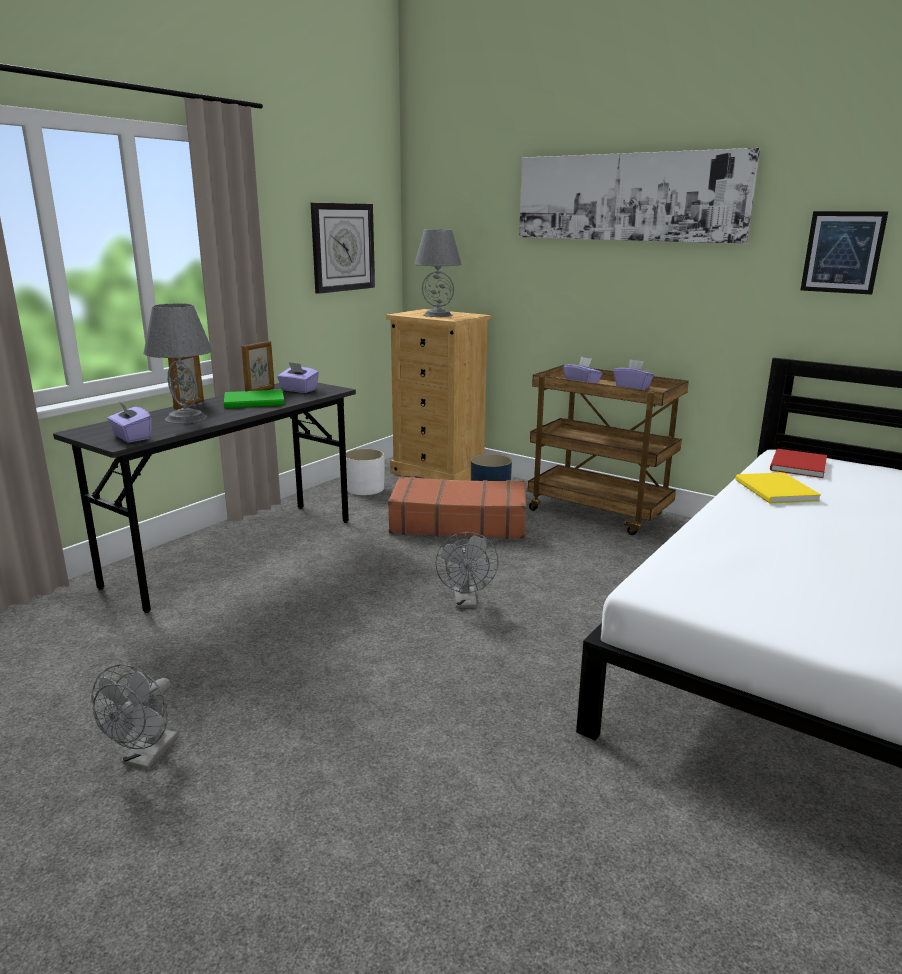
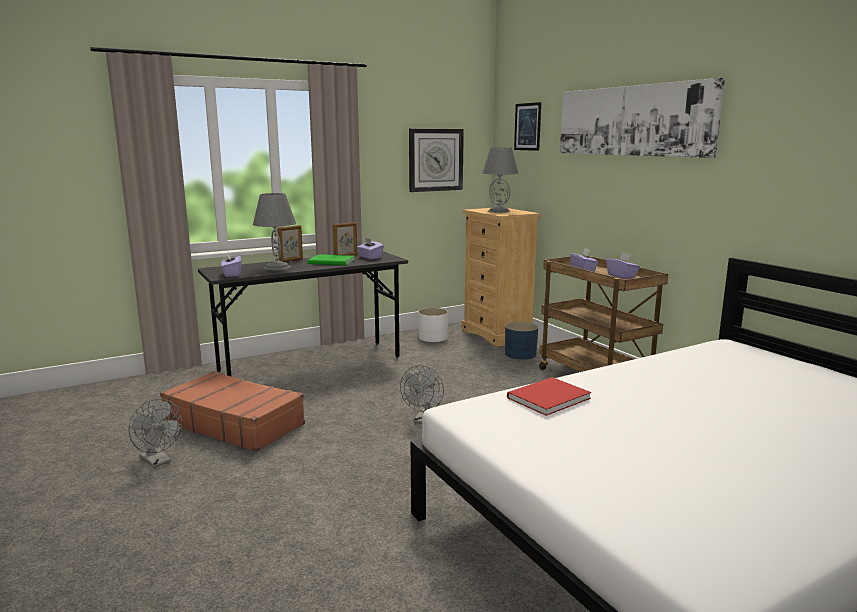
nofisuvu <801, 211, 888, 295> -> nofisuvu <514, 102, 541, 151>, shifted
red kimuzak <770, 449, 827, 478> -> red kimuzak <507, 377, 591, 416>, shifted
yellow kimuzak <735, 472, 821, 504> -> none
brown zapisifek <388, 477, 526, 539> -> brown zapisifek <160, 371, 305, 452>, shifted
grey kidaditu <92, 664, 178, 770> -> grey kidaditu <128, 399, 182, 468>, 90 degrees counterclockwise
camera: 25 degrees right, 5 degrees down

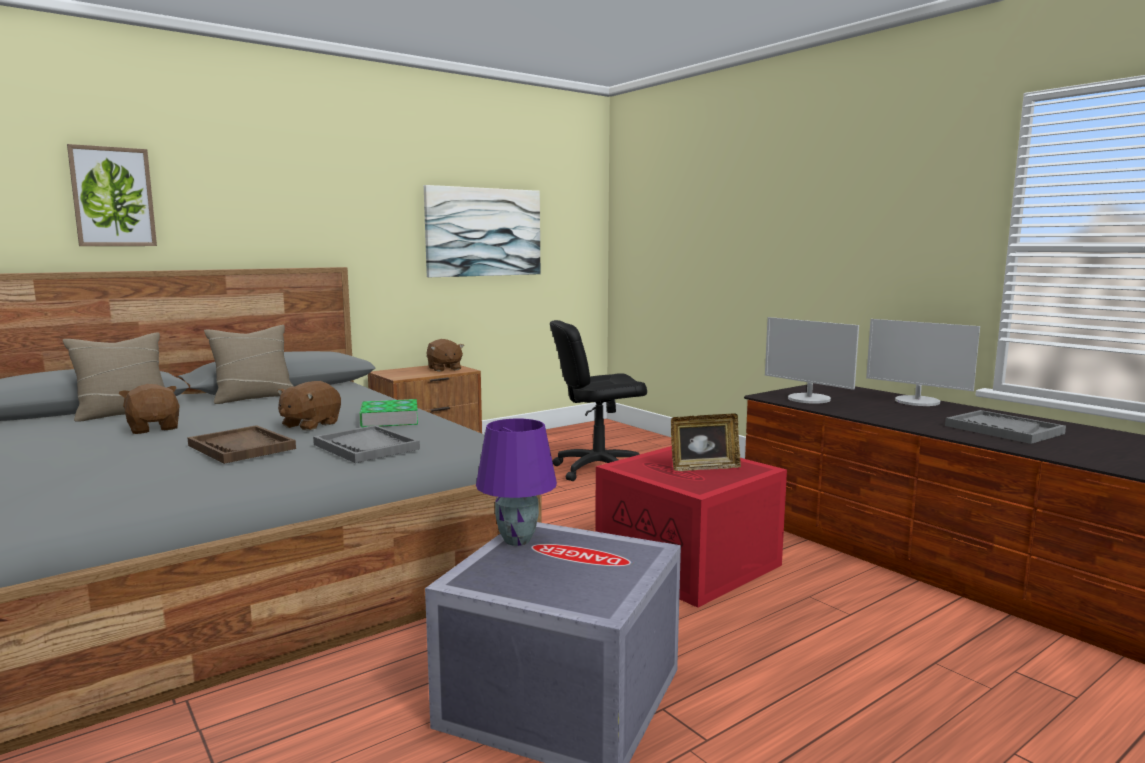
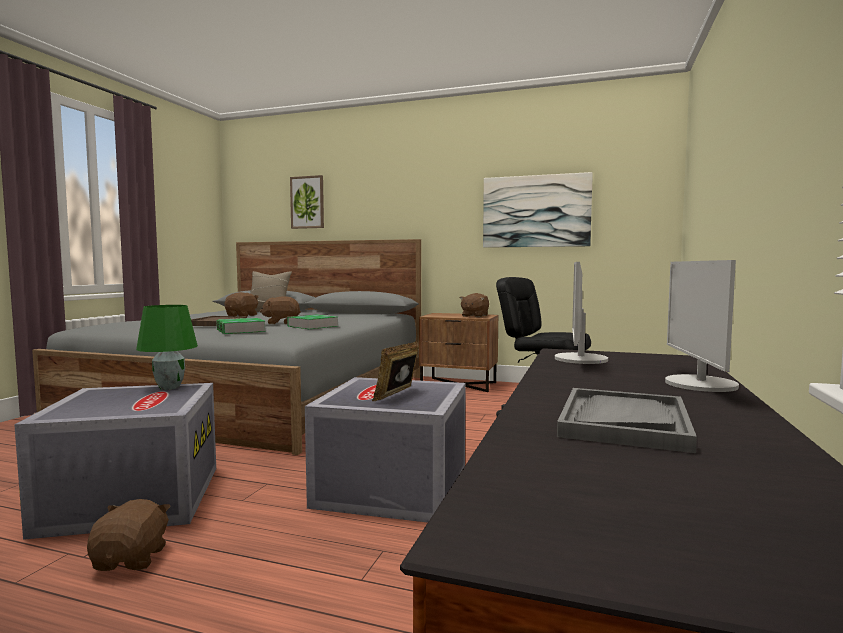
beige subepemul <204, 325, 294, 404> -> none
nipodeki <671, 414, 741, 471> -> nipodeki <372, 341, 419, 401>, 75 degrees clockwise
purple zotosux <476, 419, 557, 546> -> green zotosux <136, 305, 198, 390>
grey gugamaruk <313, 425, 420, 463> -> kimuzak <216, 318, 266, 334>
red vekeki <595, 446, 787, 608> -> grey vekeki <305, 377, 466, 523>
none -> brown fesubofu <87, 499, 171, 571>
camera: 55 degrees right, 5 degrees down

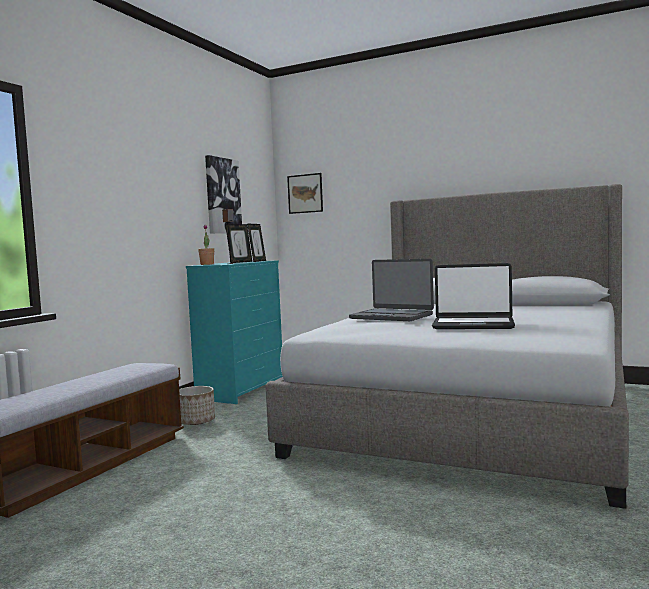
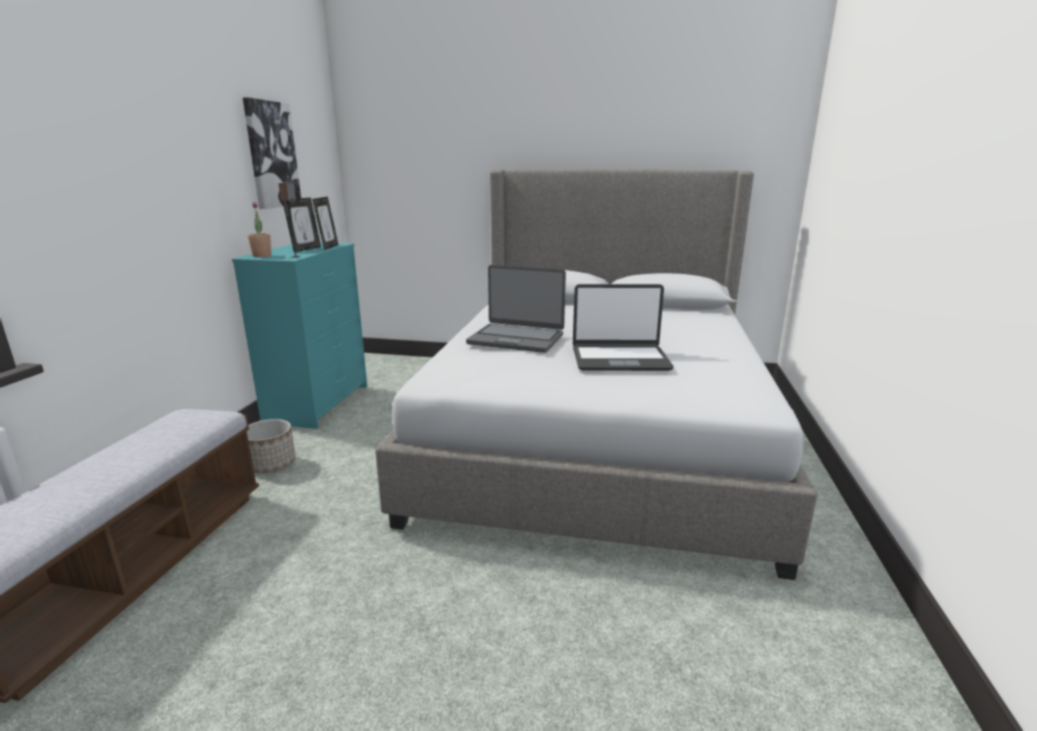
nofisuvu <287, 173, 323, 214> -> none
camera: 15 degrees left, 15 degrees up

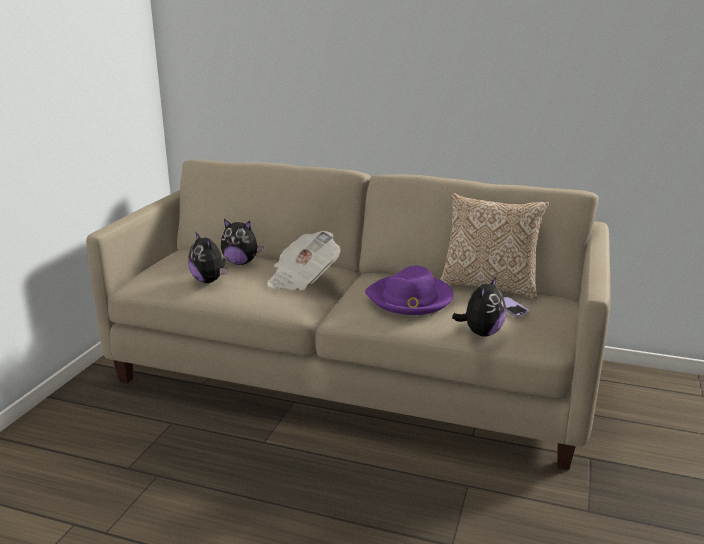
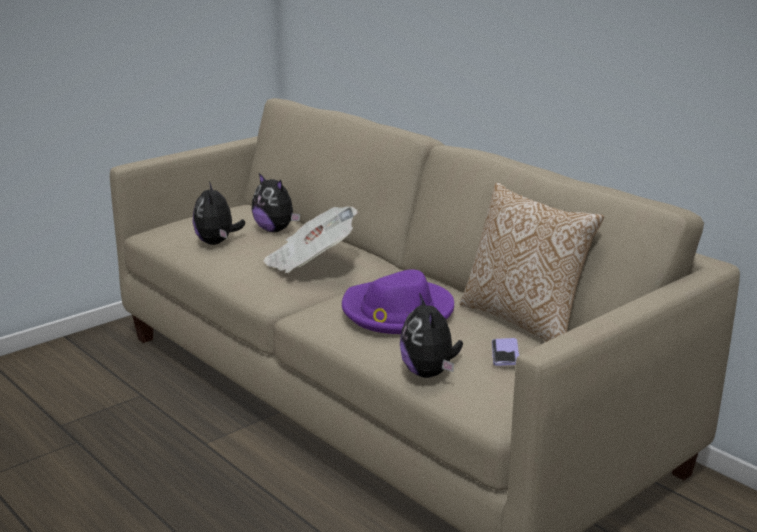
fesubofu <452, 276, 506, 337> -> fesubofu <400, 293, 463, 378>, 105 degrees clockwise
camera: 30 degrees right, 0 degrees up

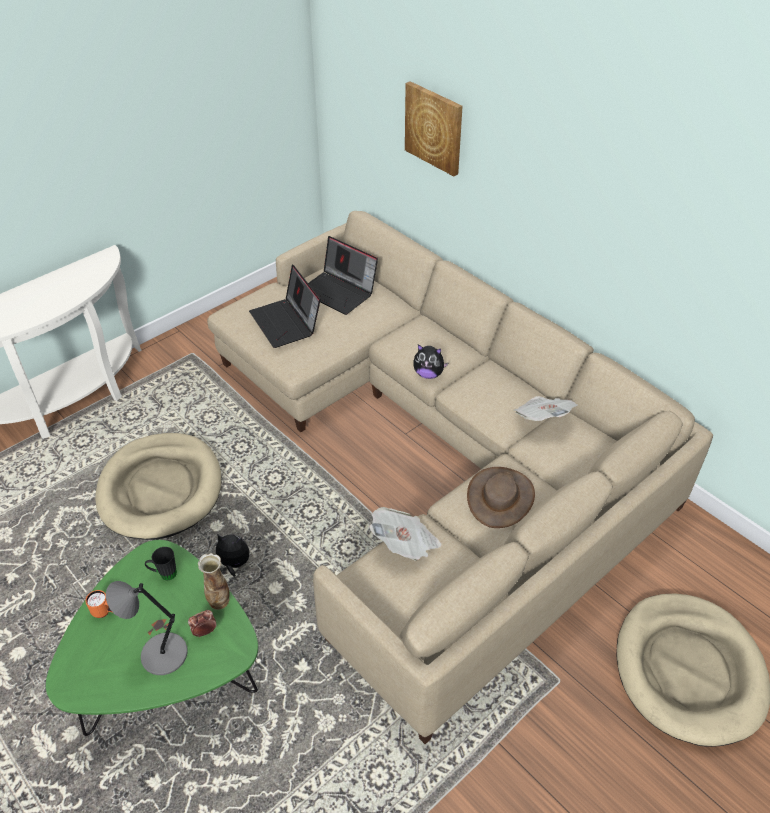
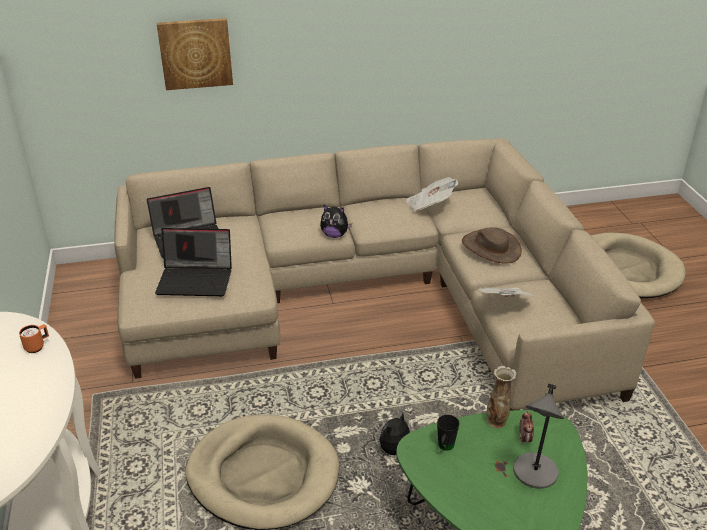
fesubofu <413, 345, 449, 379> -> fesubofu <320, 205, 352, 238>, 60 degrees clockwise
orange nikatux <85, 590, 112, 618> -> orange nikatux <19, 324, 49, 353>, shifted
camera: 60 degrees left, 10 degrees down

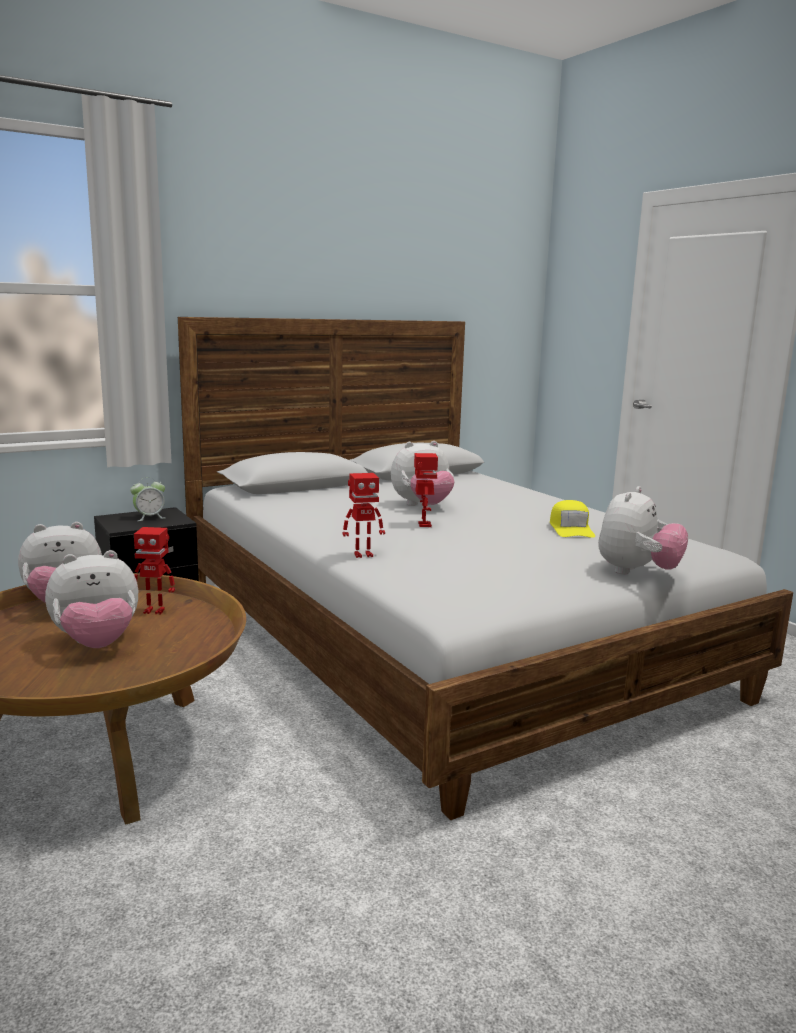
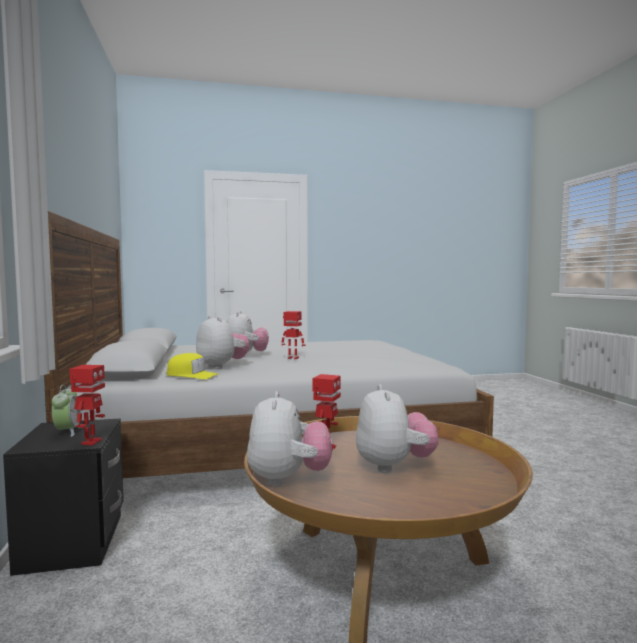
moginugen <343, 473, 385, 558> -> moginugen <69, 365, 105, 445>, shifted
fesubofu <598, 486, 688, 575> -> fesubofu <196, 315, 250, 369>, shifted
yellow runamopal <550, 500, 595, 538> -> yellow runamopal <167, 353, 219, 379>, shifted
camera: 70 degrees left, 10 degrees down

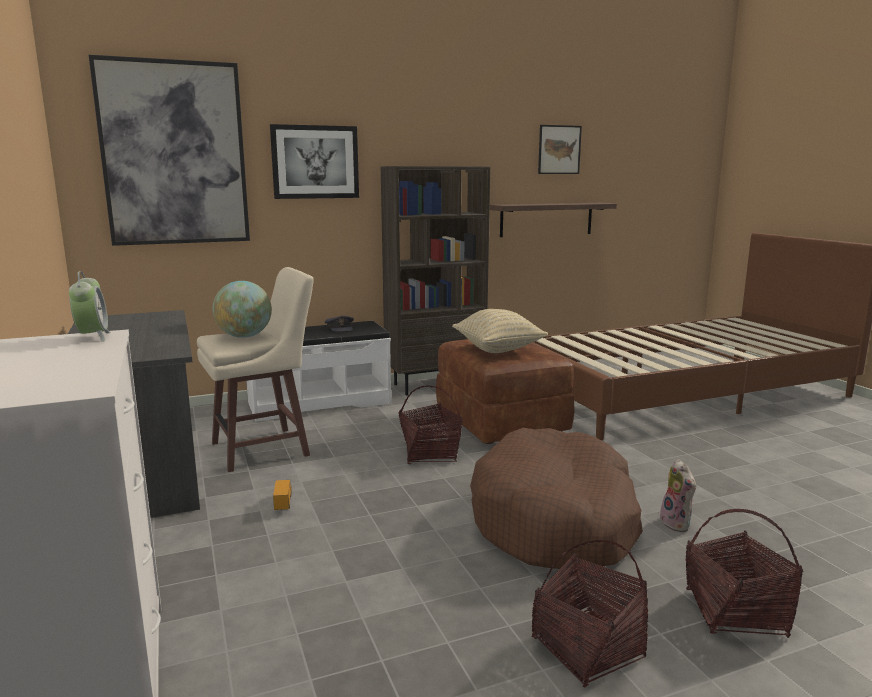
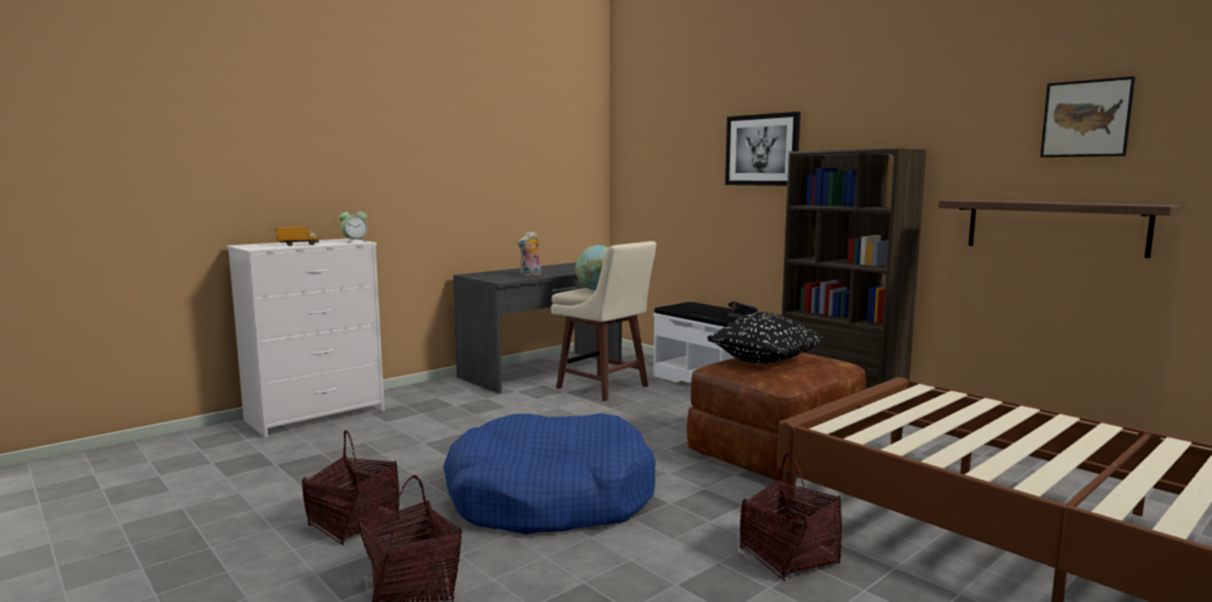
nofisuvu <88, 55, 250, 246> -> none
beige subepemul <452, 309, 548, 353> -> black subepemul <707, 312, 826, 363>
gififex <399, 386, 463, 464> -> gififex <740, 453, 842, 581>, shifted
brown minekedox <470, 428, 643, 569> -> blue minekedox <443, 413, 656, 535>
fesubofu <660, 459, 696, 532> -> fesubofu <517, 231, 541, 276>, shifted
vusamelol <273, 480, 292, 510> -> vusamelol <275, 227, 319, 246>, shifted
camera: 70 degrees right, 5 degrees down

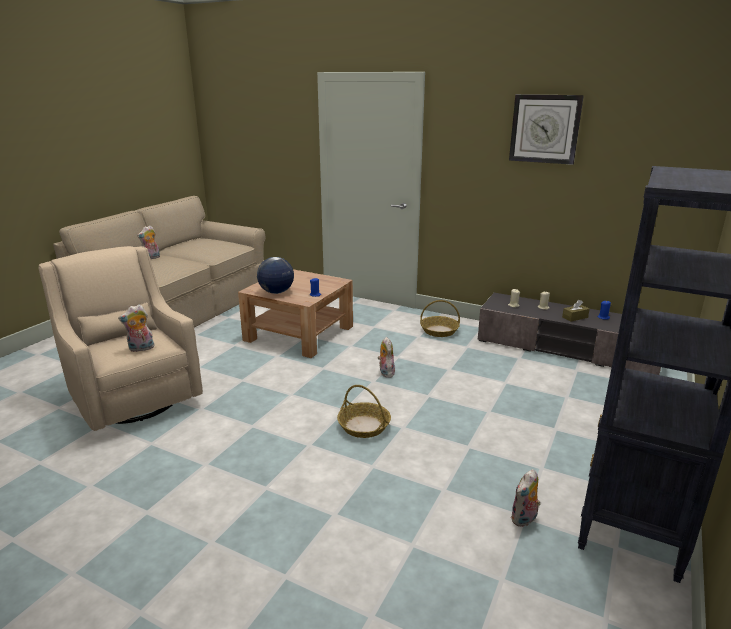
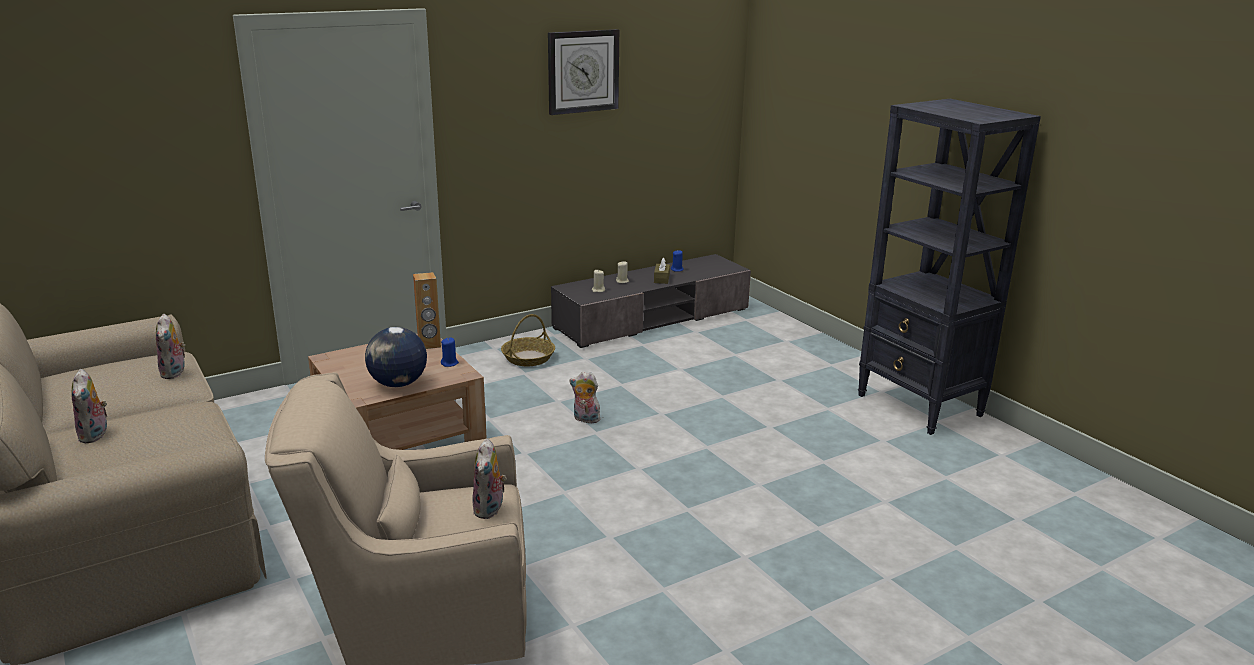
gififex <337, 385, 391, 438> -> none
fesubofu <510, 469, 541, 527> -> fesubofu <156, 314, 185, 379>, shifted
none -> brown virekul <413, 272, 441, 349>
camera: 60 degrees left, 0 degrees up

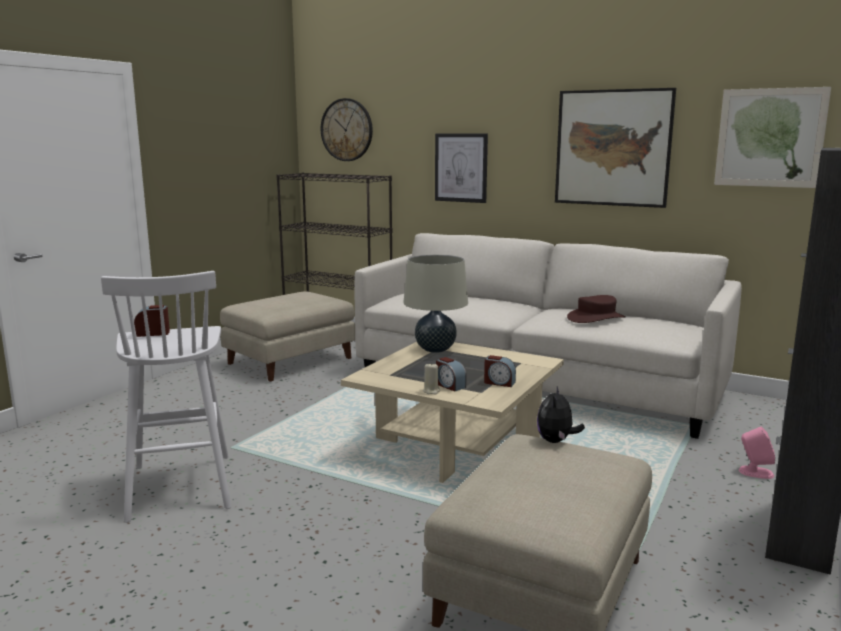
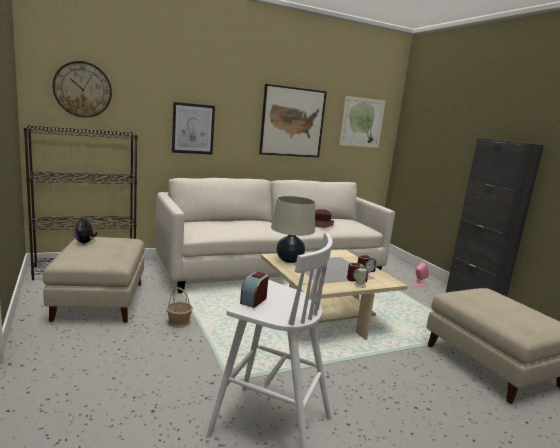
fesubofu <537, 387, 585, 443> -> fesubofu <74, 216, 97, 243>, shifted
none -> gififex <166, 288, 193, 328>
camera: 55 degrees left, 0 degrees up

